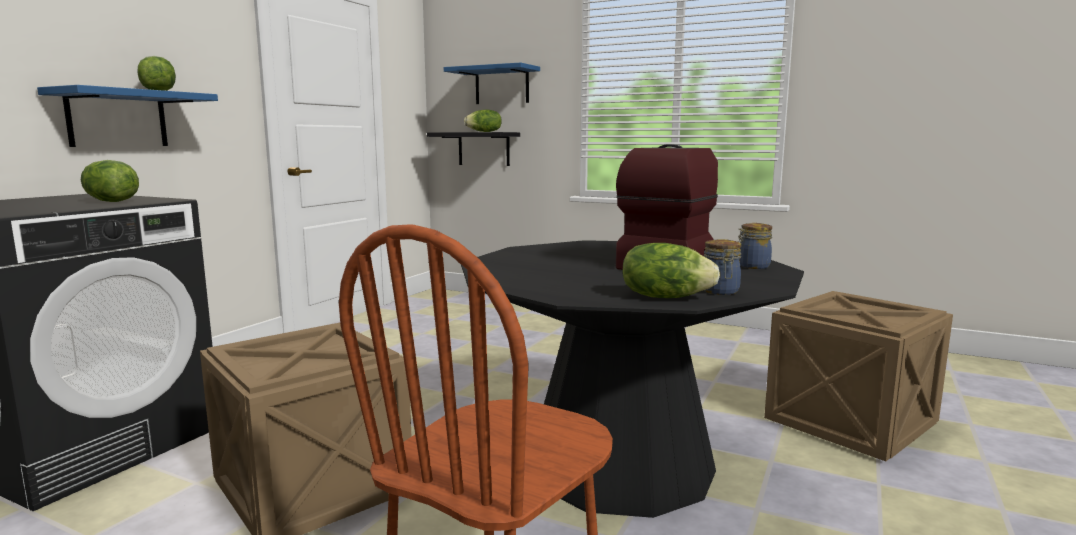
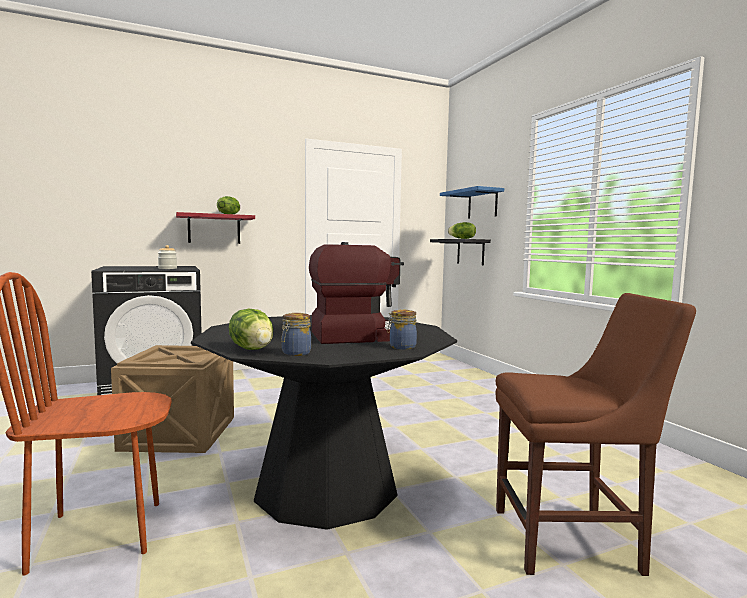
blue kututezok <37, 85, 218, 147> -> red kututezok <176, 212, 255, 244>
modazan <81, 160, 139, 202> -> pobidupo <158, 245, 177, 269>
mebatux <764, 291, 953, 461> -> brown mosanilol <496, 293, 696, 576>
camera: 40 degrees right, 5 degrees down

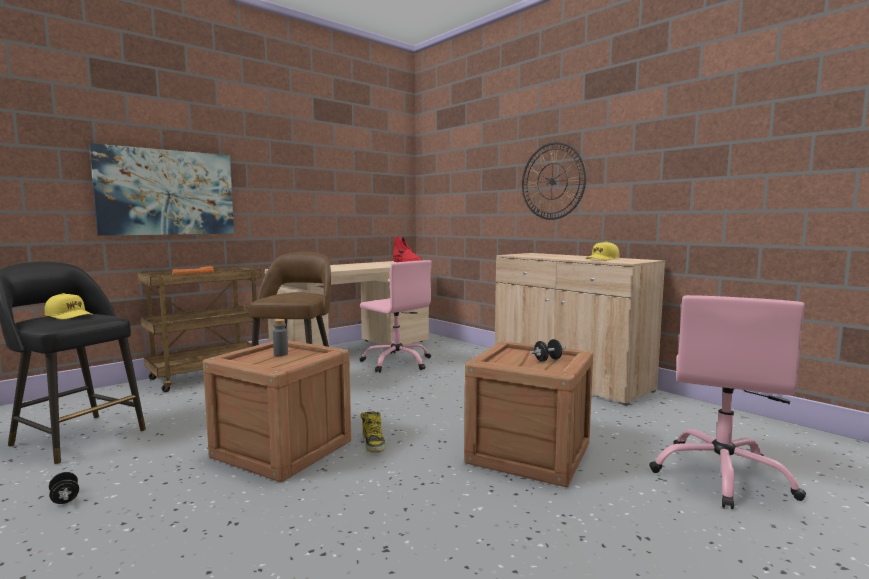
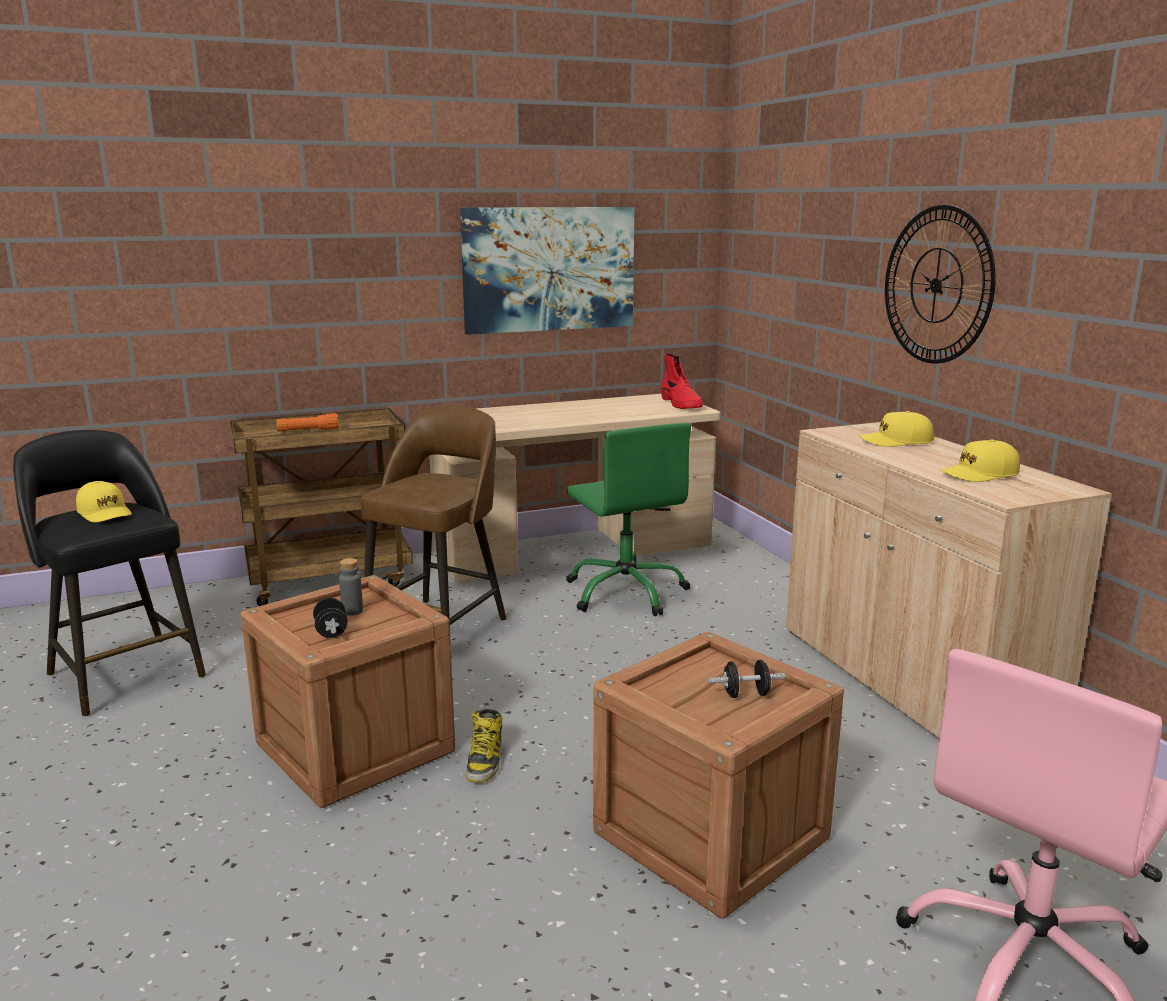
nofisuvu <89, 143, 234, 236> -> nofisuvu <460, 207, 634, 335>, shifted
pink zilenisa <360, 260, 431, 372> -> green zilenisa <566, 423, 691, 616>
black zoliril <49, 472, 79, 504> -> black zoliril <313, 598, 348, 638>, shifted
none -> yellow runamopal <860, 411, 935, 447>
camera: 20 degrees right, 10 degrees up

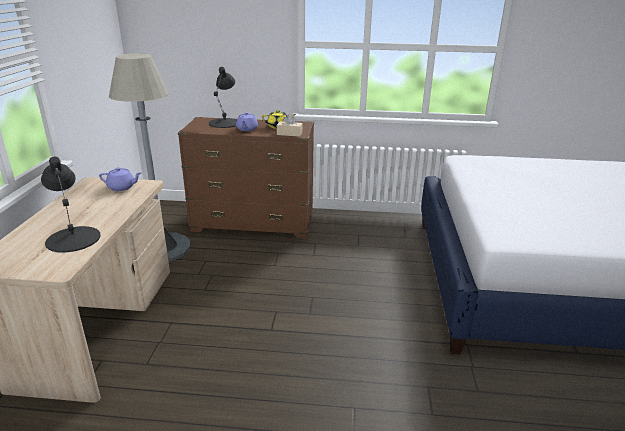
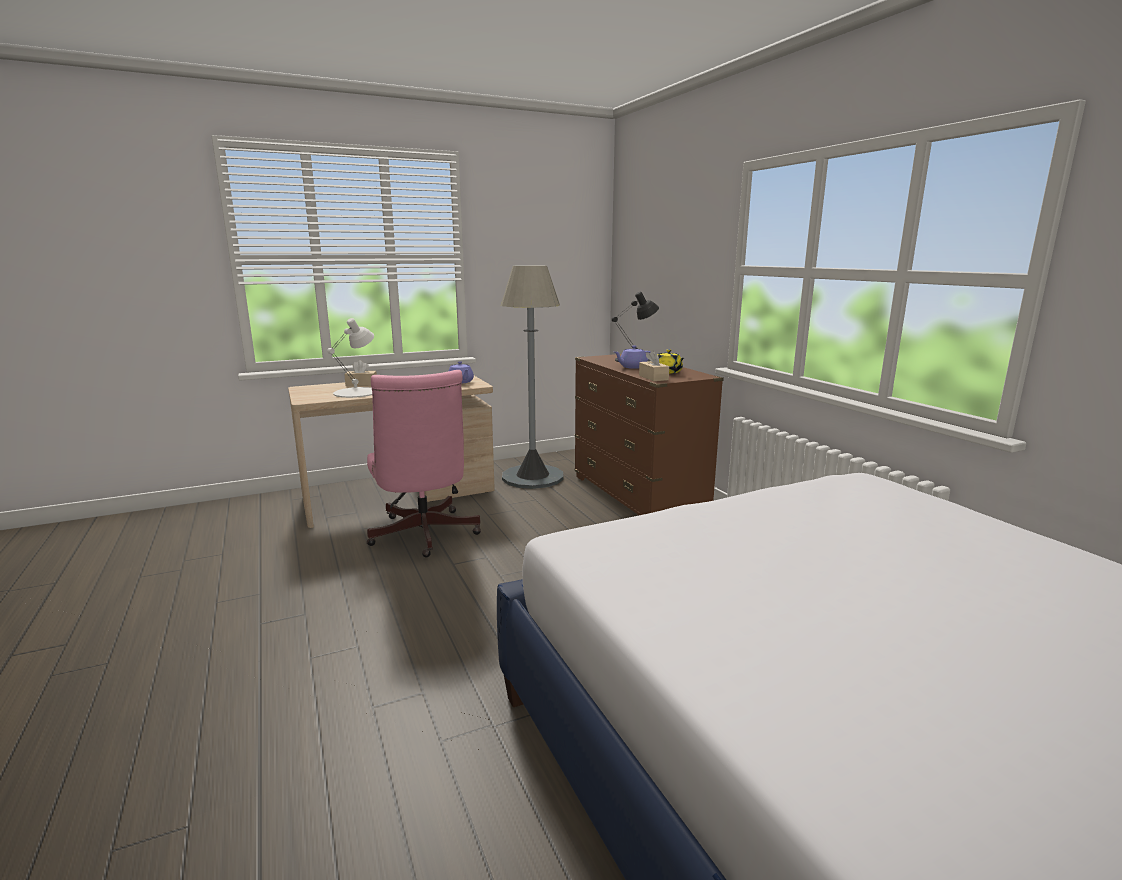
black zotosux <41, 157, 101, 253> -> white zotosux <327, 318, 374, 398>
none -> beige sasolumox <344, 360, 377, 386>
none -> pink zilenisa <367, 370, 481, 557>
camera: 60 degrees right, 10 degrees down

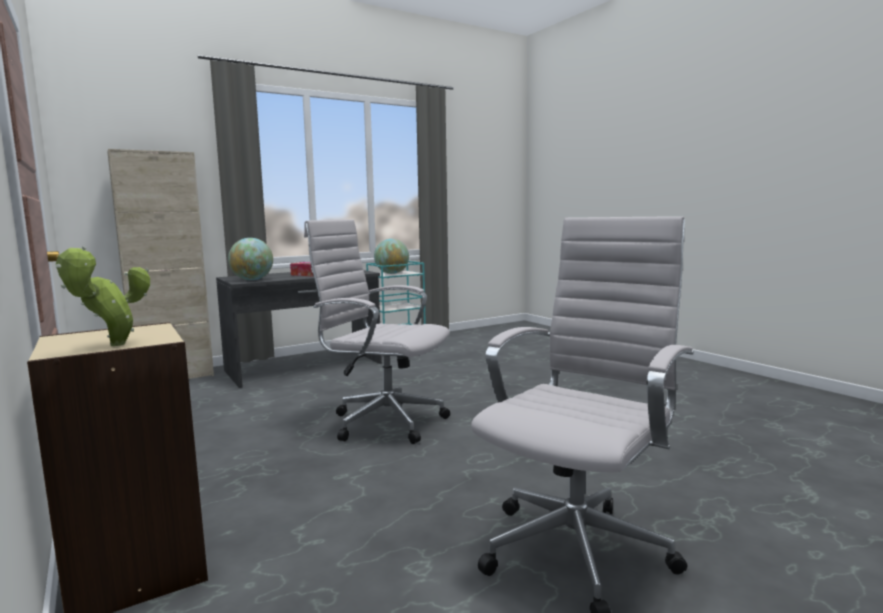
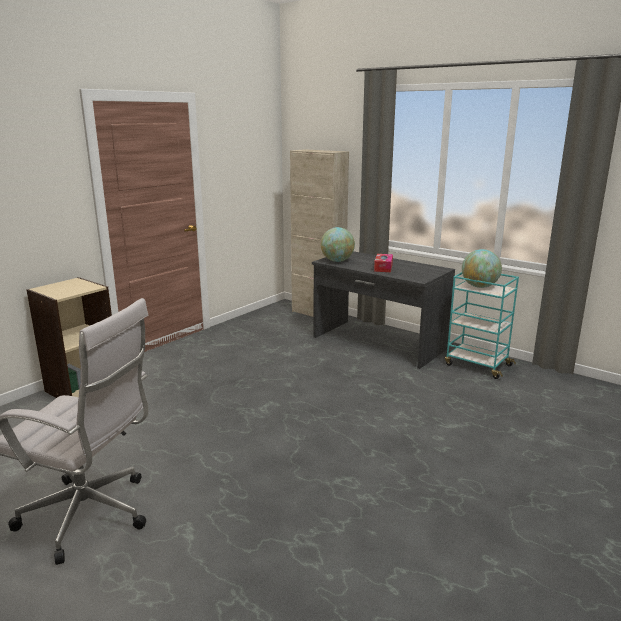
white zilenisa <304, 219, 450, 444> -> none
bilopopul <56, 246, 150, 346> -> none
camera: 70 degrees right, 10 degrees up

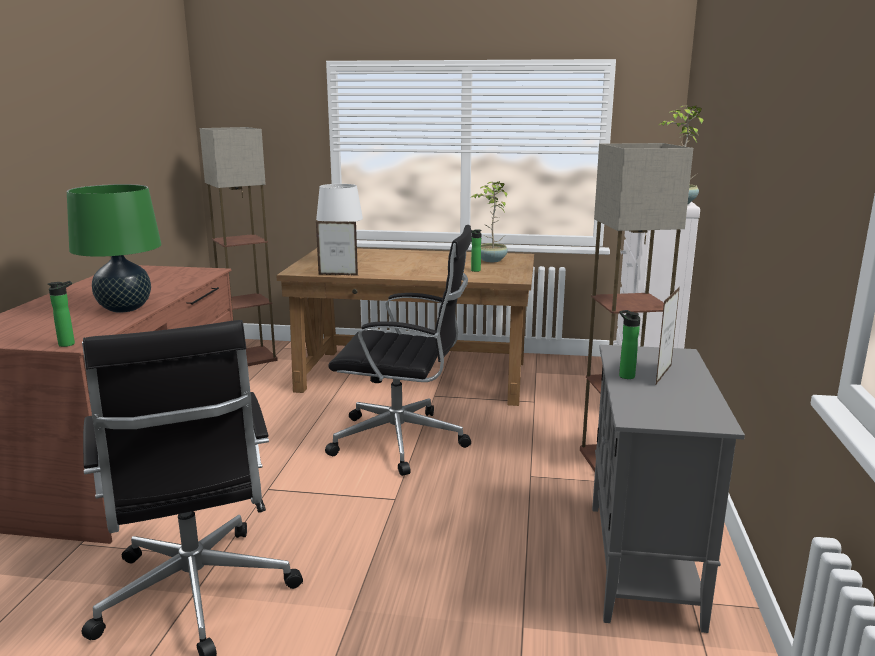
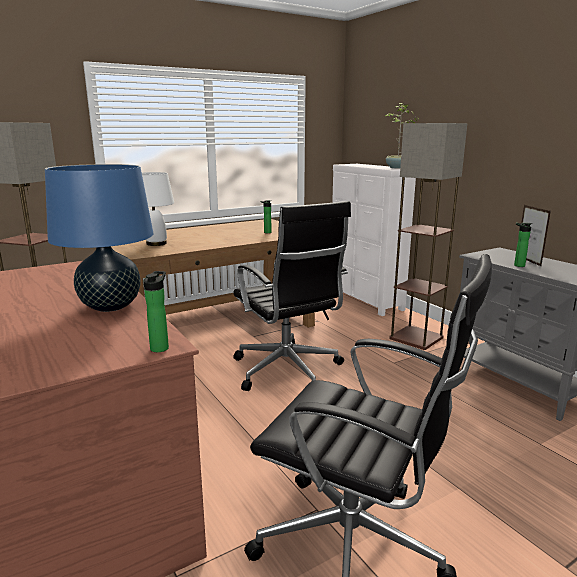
bilopopul <472, 181, 508, 262> -> none
green zotosux <67, 184, 161, 313> -> blue zotosux <45, 164, 153, 312>
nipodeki <316, 221, 358, 276> -> none
black zilenisa <325, 225, 472, 476> -> black zilenisa <233, 201, 351, 391>, 90 degrees clockwise
camera: 40 degrees left, 0 degrees up

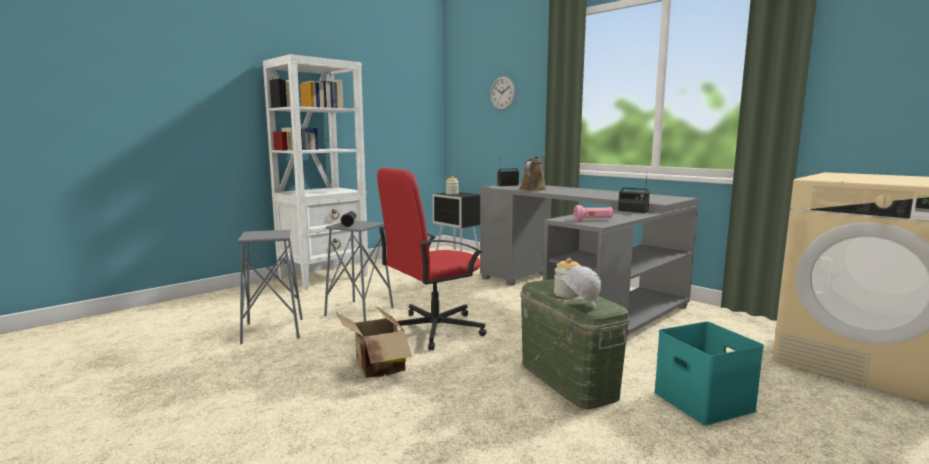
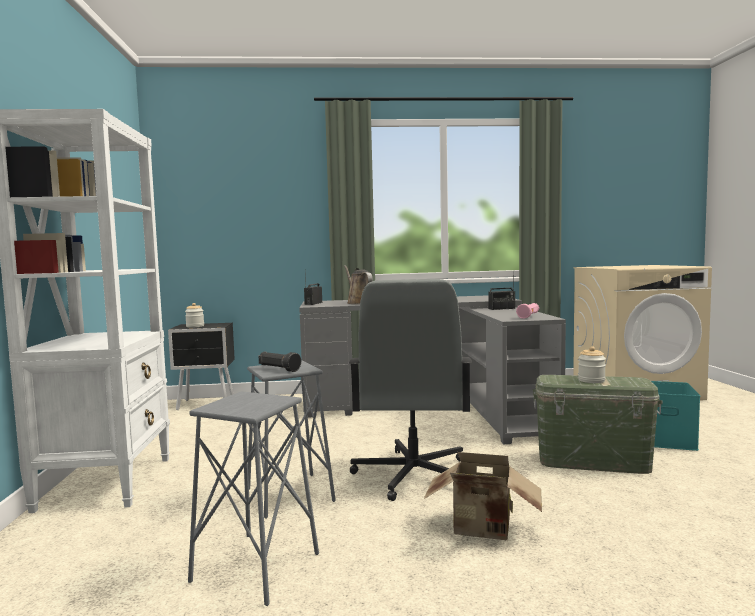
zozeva <490, 76, 515, 110> -> none
red zilenisa <377, 168, 486, 350> -> grey zilenisa <349, 279, 472, 501>
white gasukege <561, 266, 601, 308> -> none
camera: 50 degrees left, 5 degrees down

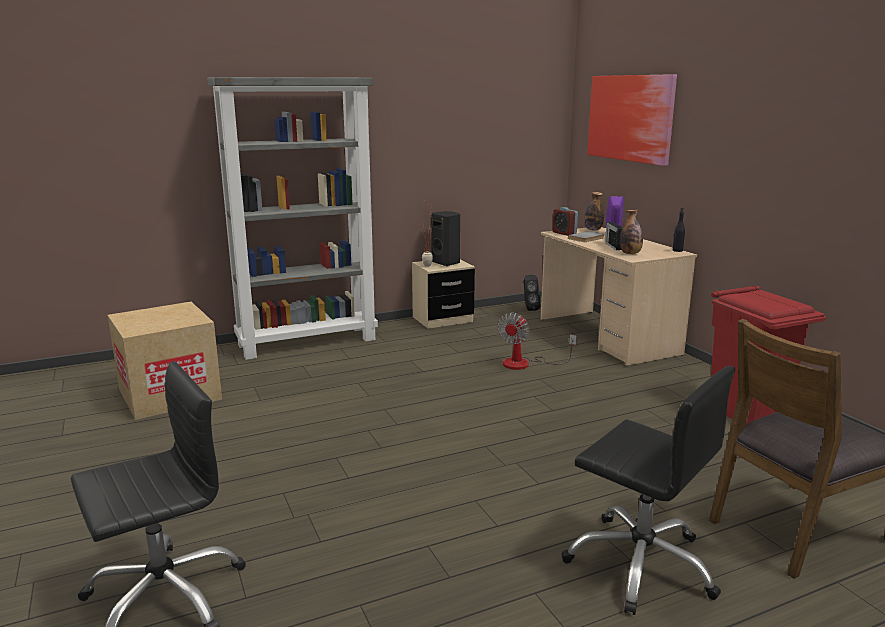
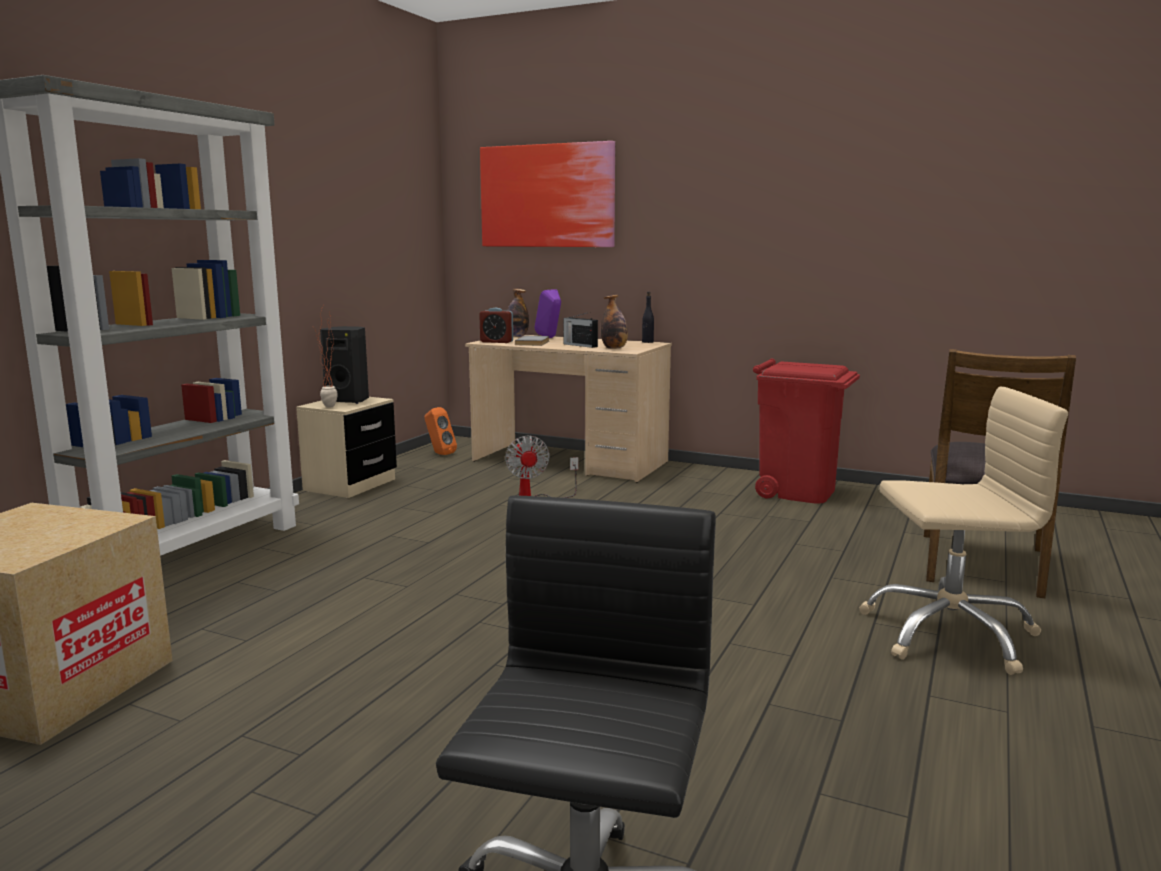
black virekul <524, 275, 541, 311> -> orange virekul <424, 407, 457, 455>
black zilenisa <561, 366, 735, 615> -> beige zilenisa <859, 387, 1068, 675>
camera: 40 degrees left, 5 degrees down

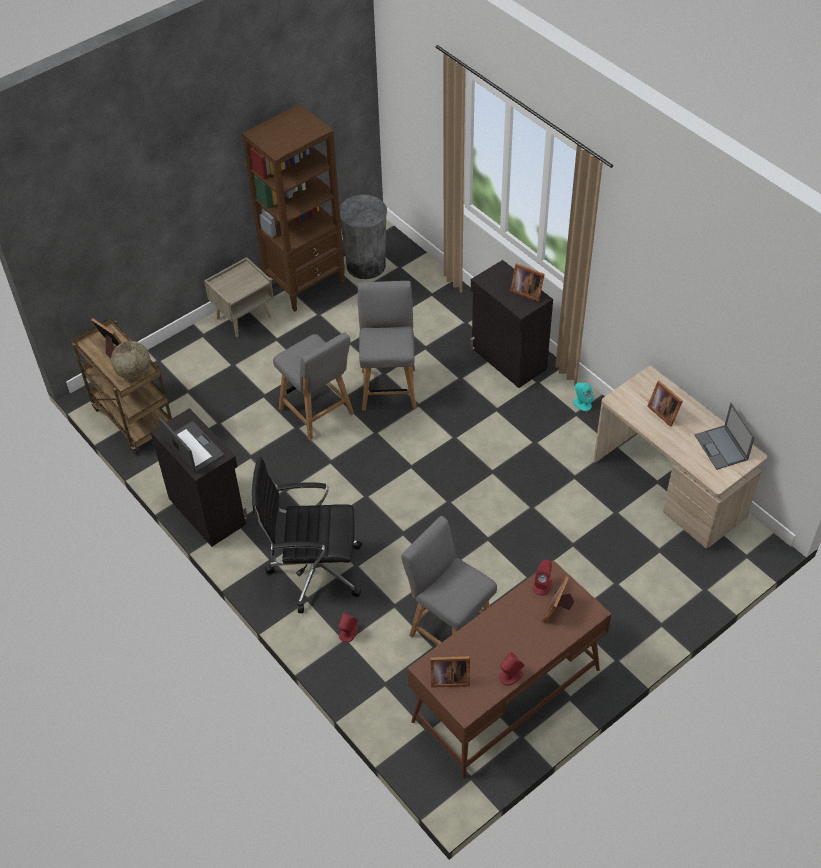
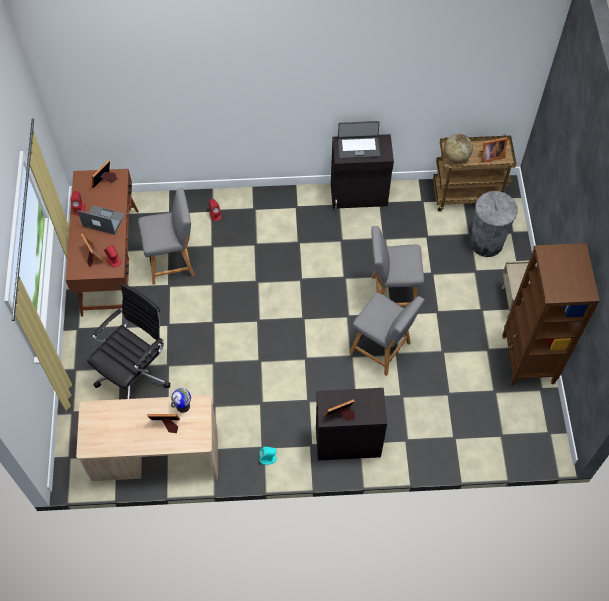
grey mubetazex <339, 195, 387, 279> -> grey mubetazex <470, 191, 518, 257>, shifted
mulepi <695, 403, 755, 470> -> mulepi <78, 205, 125, 235>, shifted
black zilenisa <252, 456, 362, 613> -> black zilenisa <87, 284, 170, 399>, shifted
none -> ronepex <171, 388, 191, 413>
camera: 125 degrees right, 10 degrees up

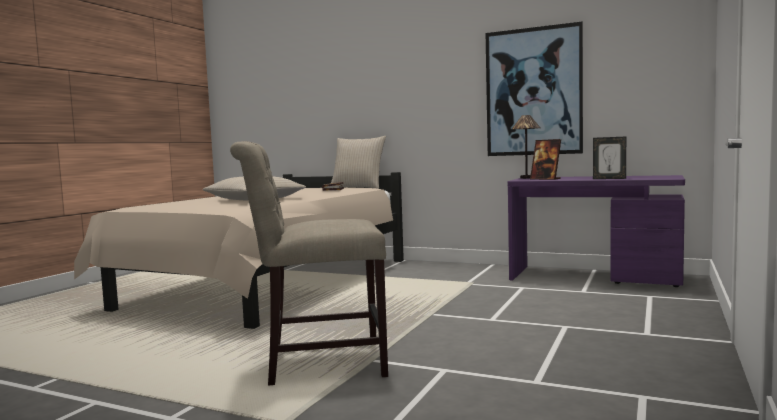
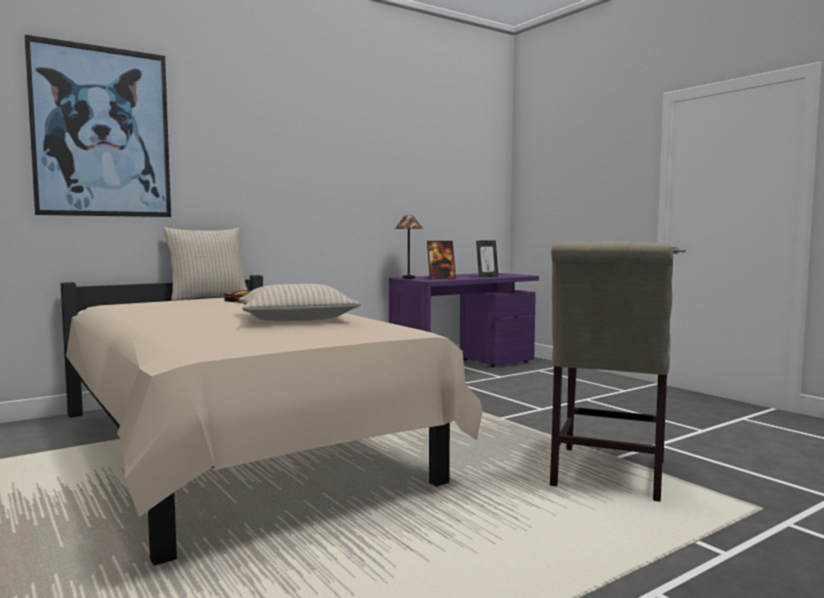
nofisuvu <486, 21, 583, 156> -> nofisuvu <24, 35, 171, 217>, shifted
camera: 60 degrees left, 0 degrees up

